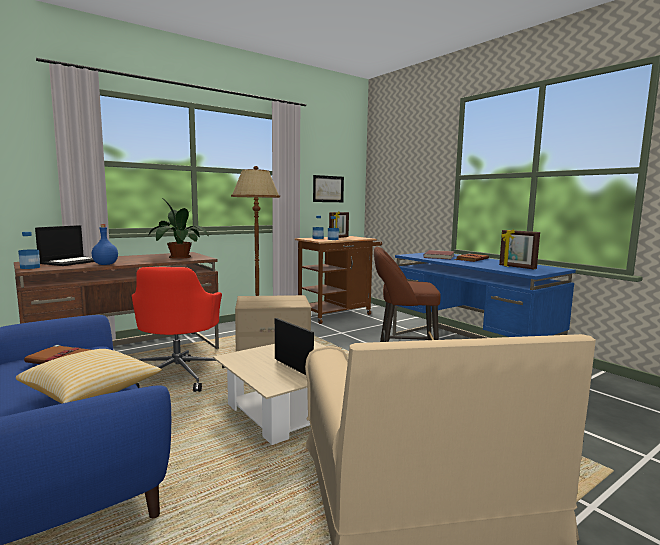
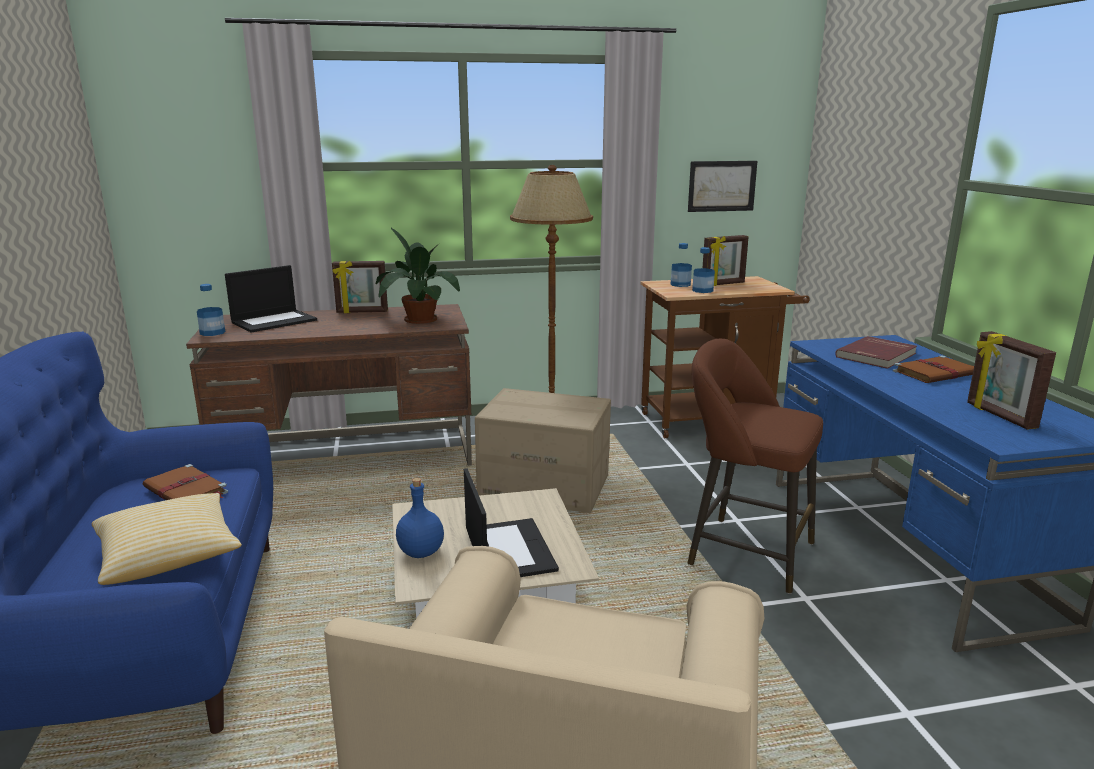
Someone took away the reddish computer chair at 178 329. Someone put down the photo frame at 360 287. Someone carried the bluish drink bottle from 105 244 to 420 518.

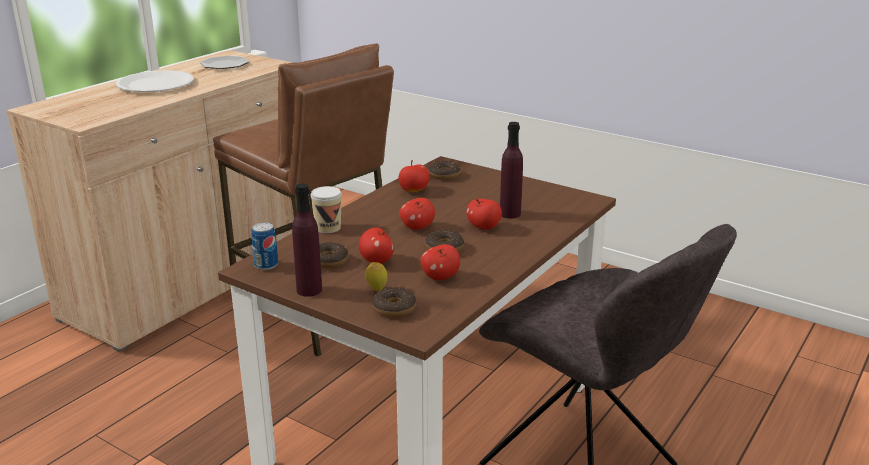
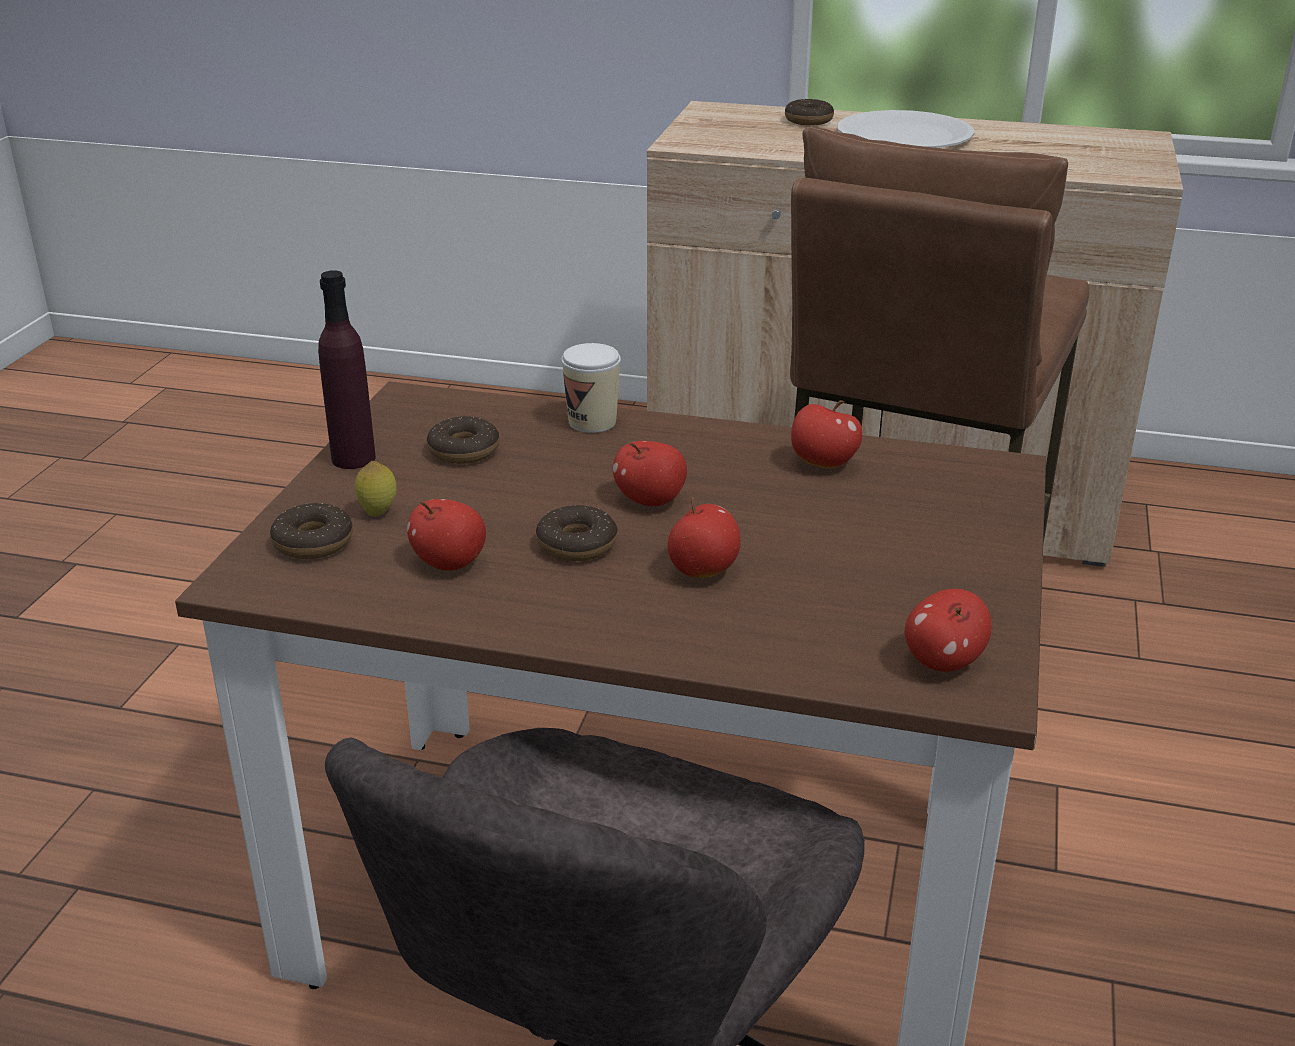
Someone took away the plate at 224 62. Someone took away the metal can at 264 246. Someone took away the purplish drink bottle at 511 170. Someone carried the whole apple from 376 245 to 948 630. Someone carried the ring doughnut from 444 170 to 809 112.

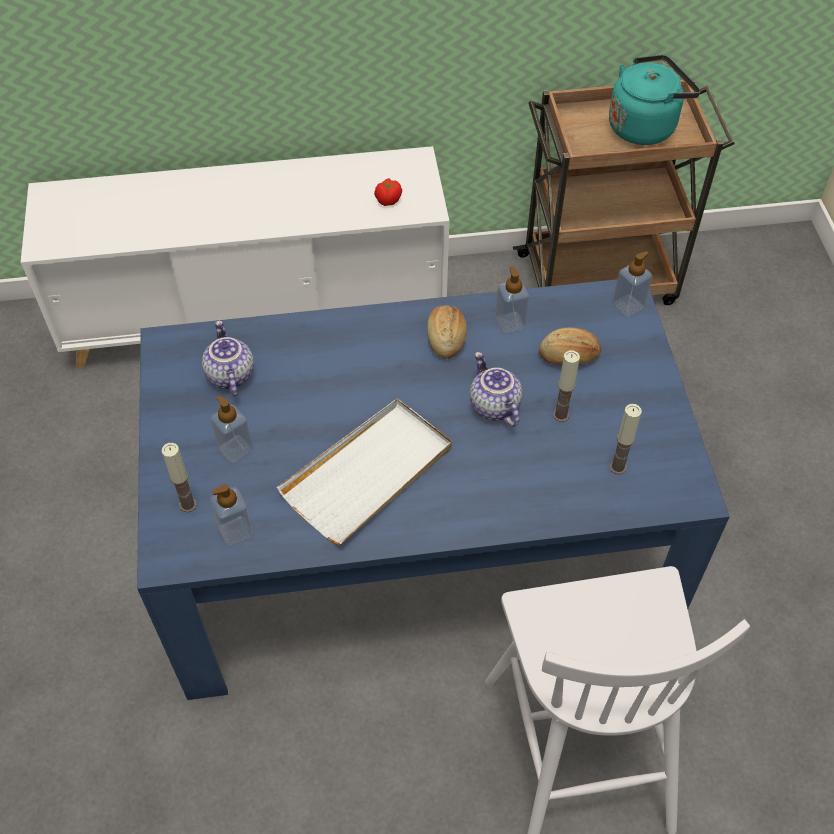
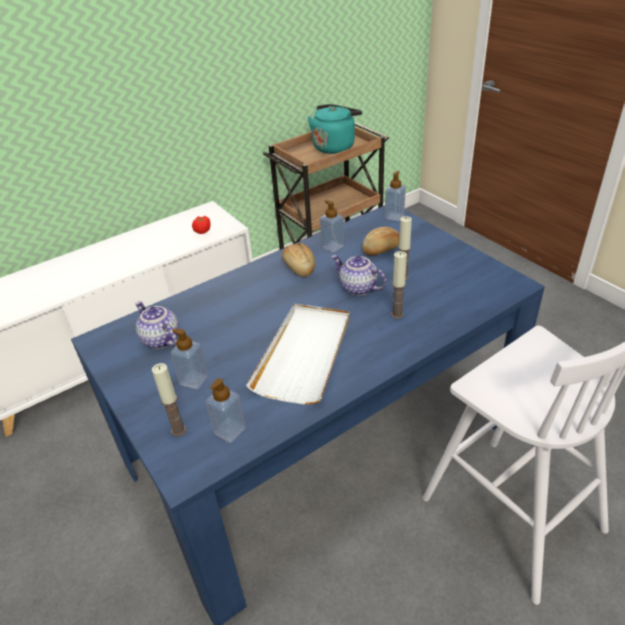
Someone carried the wax candle from 626 439 to 399 285.

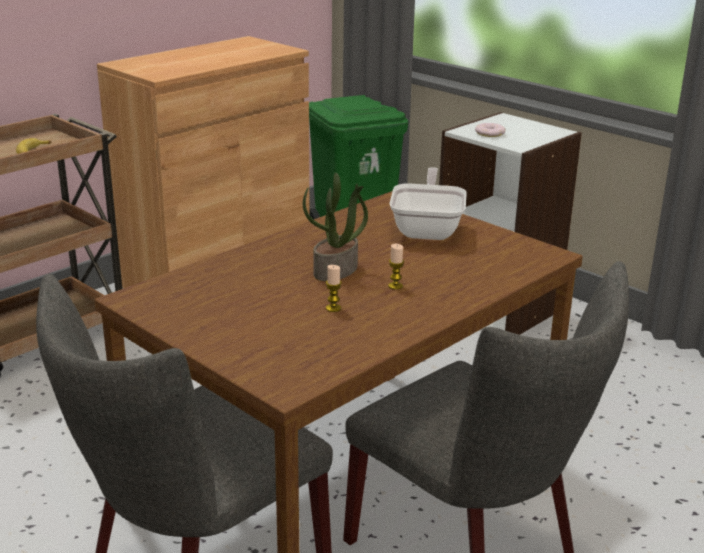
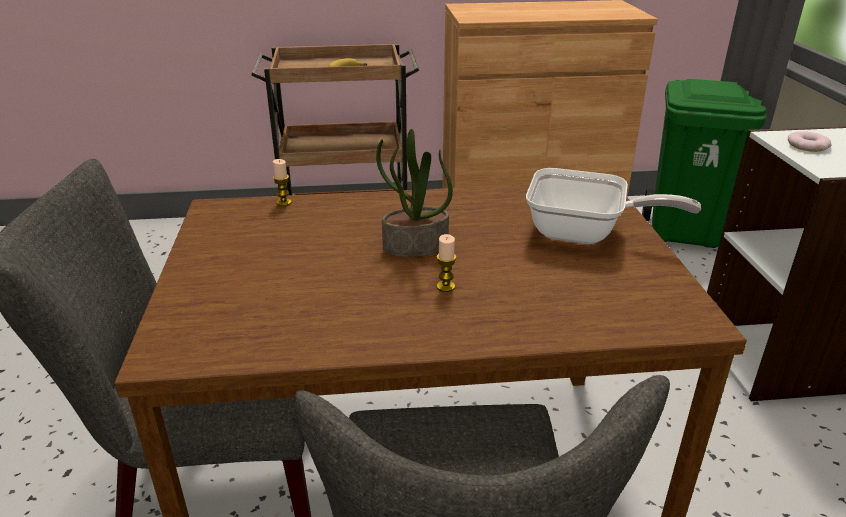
Someone carried the wax candle from 334 288 to 282 182. Someone rotated the skillet at 428 203 by 60 degrees clockwise.

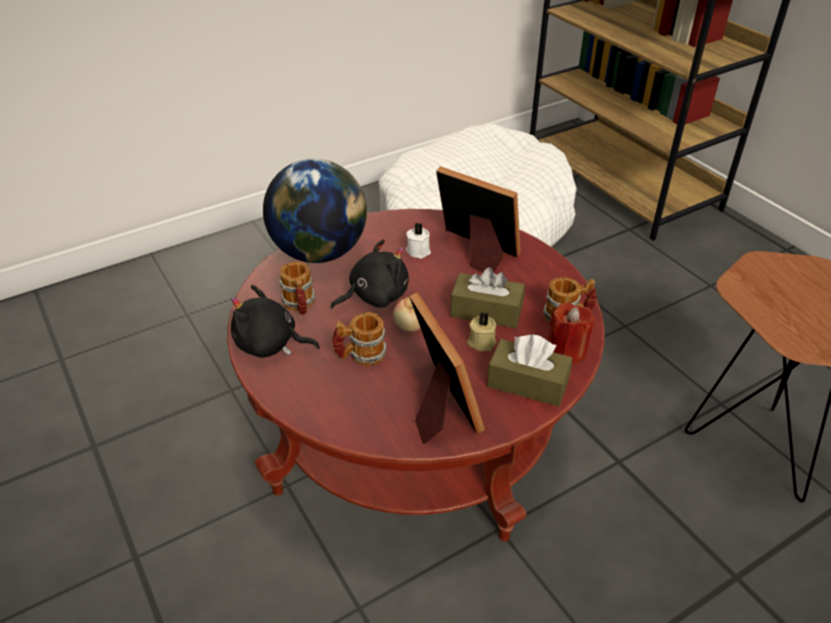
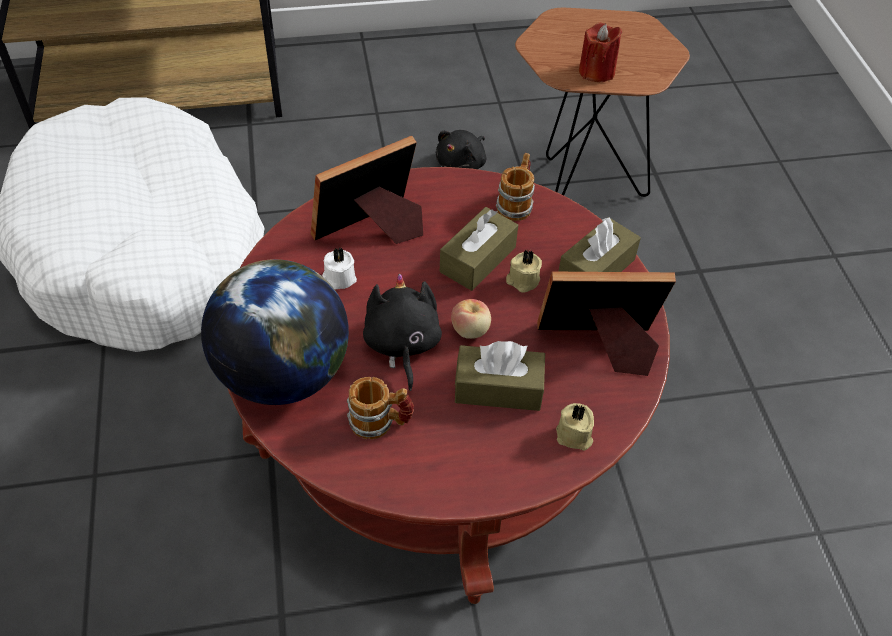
Someone put down the sand-coloured wax candle at 575 426. Someone carried the blackish cuddly toy from 275 321 to 461 149. Someone carried the reddish wax candle from 571 333 to 600 52. Someone swapped the coffee mug at 359 339 for the brown-coloured box of tissues at 499 376.

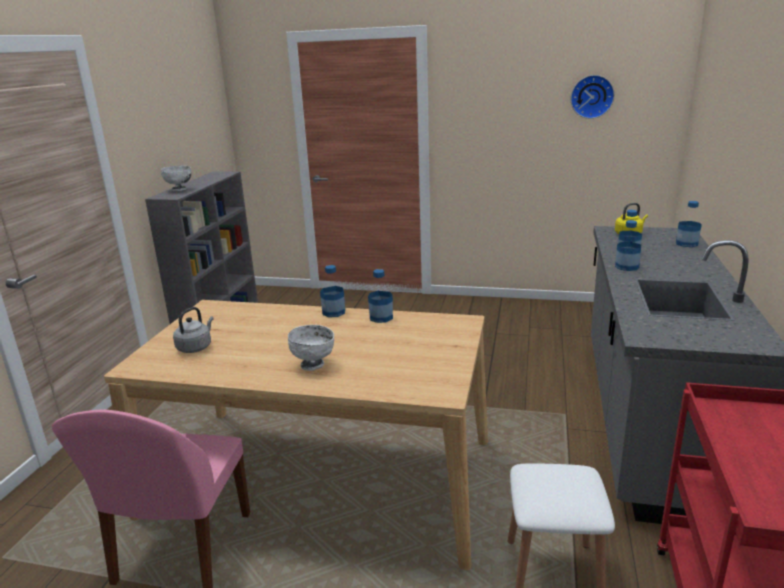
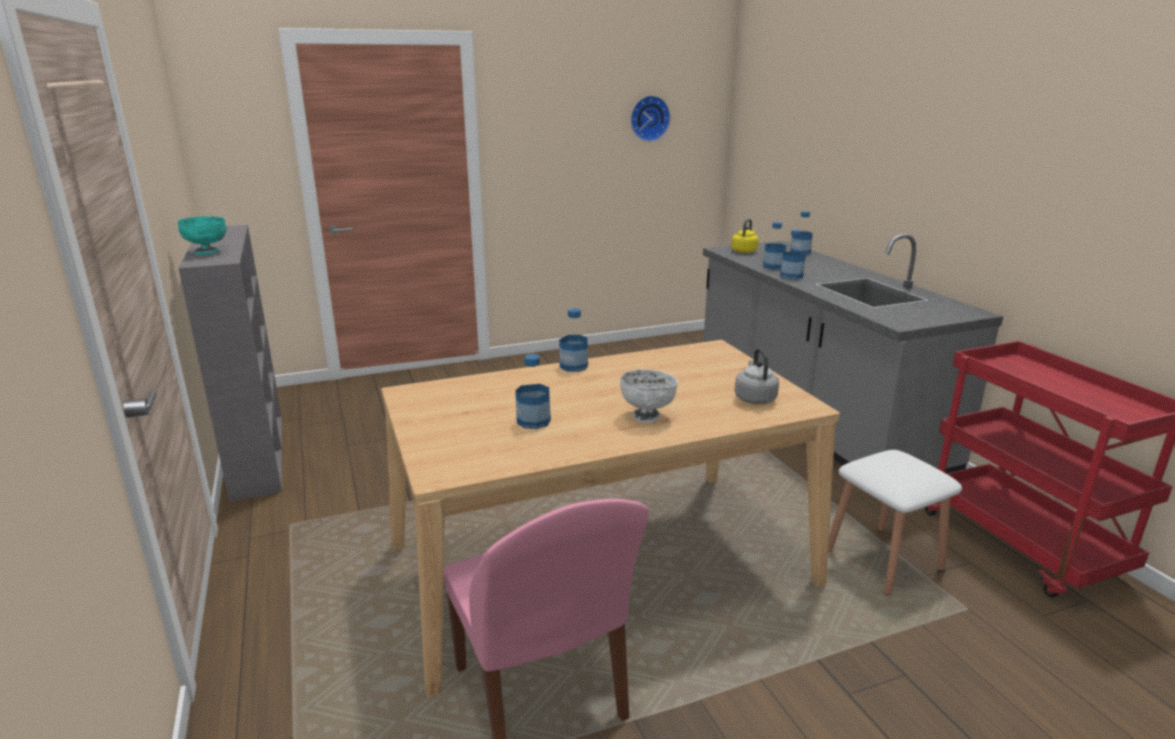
Someone carried the grey water kettle from 193 330 to 757 376. Someone carried the drink bottle from 380 296 to 533 391. Someone repainted the white serving bowl at 176 178, which became the turquoise serving bowl at 201 235.

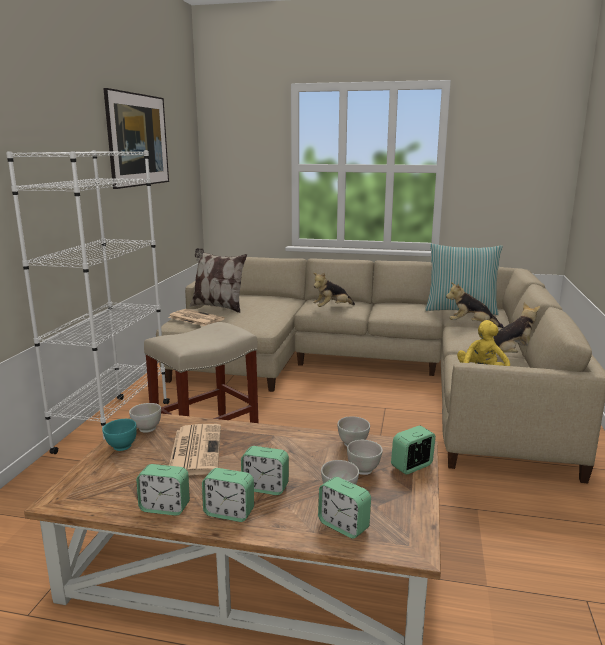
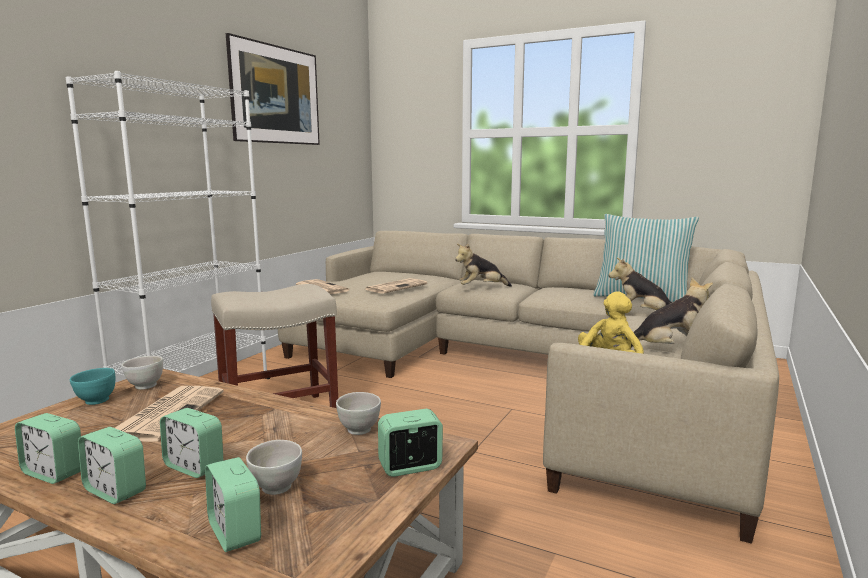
Someone took away the throw pillow at 218 280. Someone took away the white serving bowl at 365 457. Someone put down the daily paper at 395 285.

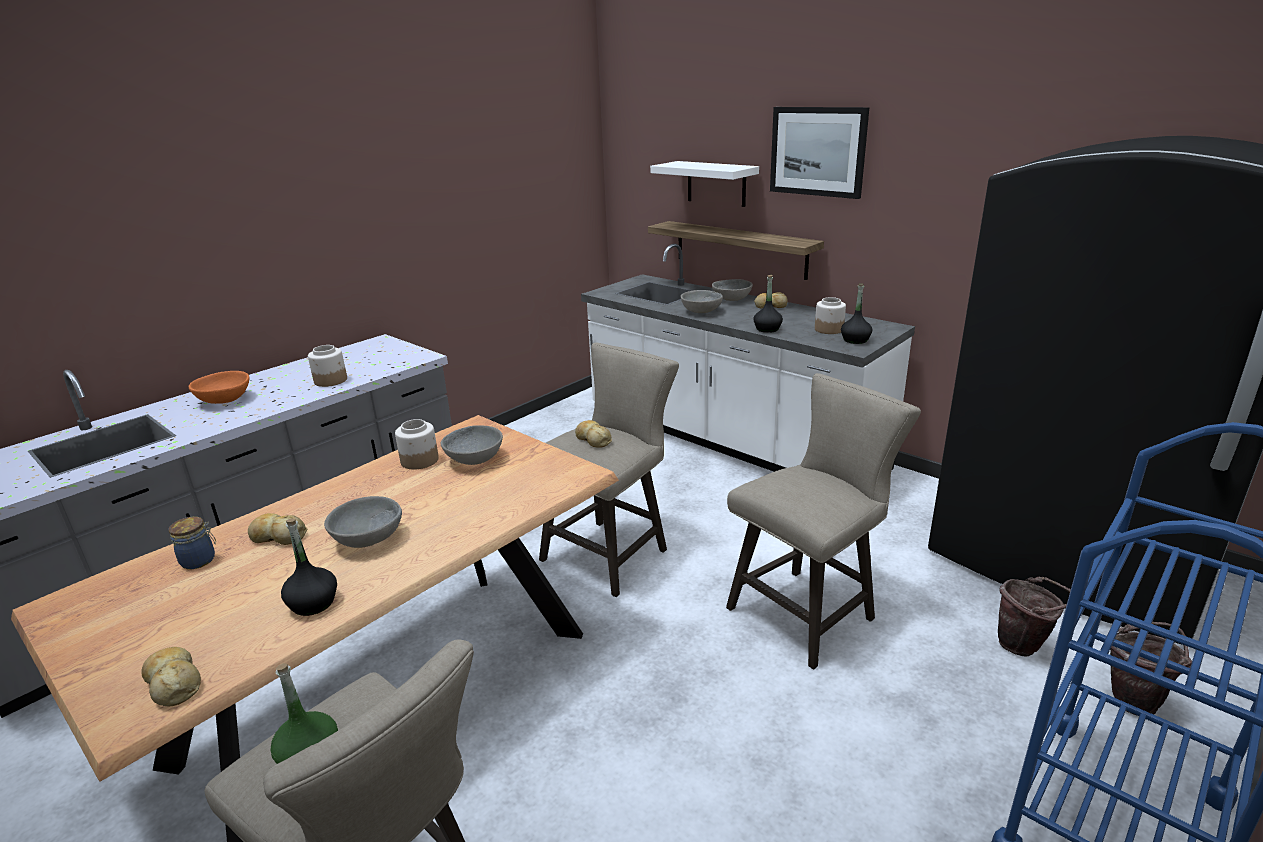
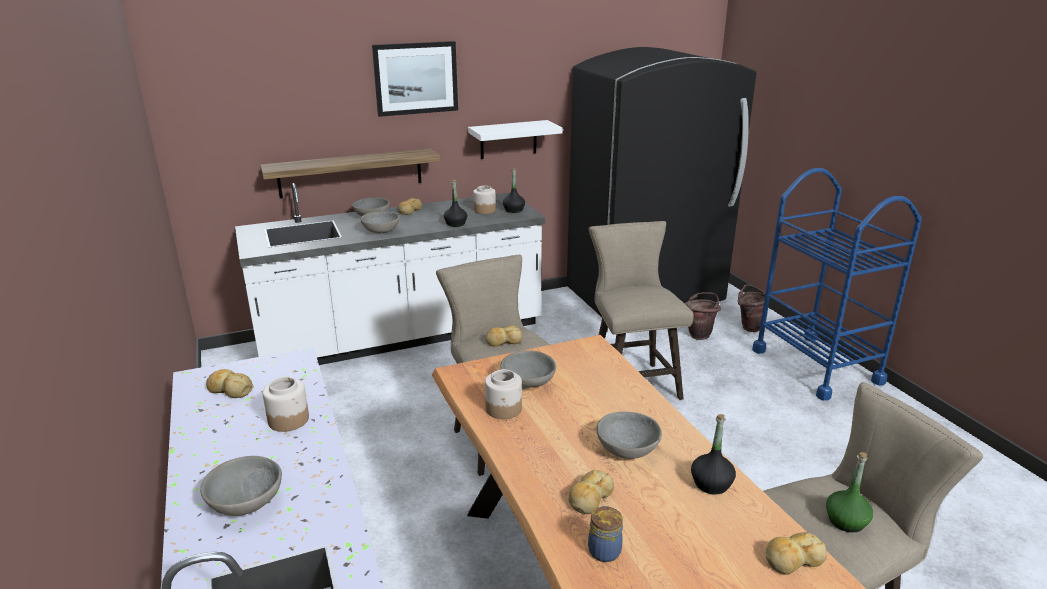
Someone put down the baked bread at 230 383. Someone carried the white bracket shelf from 704 184 to 515 139. Someone repainted the orange serving bowl at 219 387, which became the grey serving bowl at 241 486.

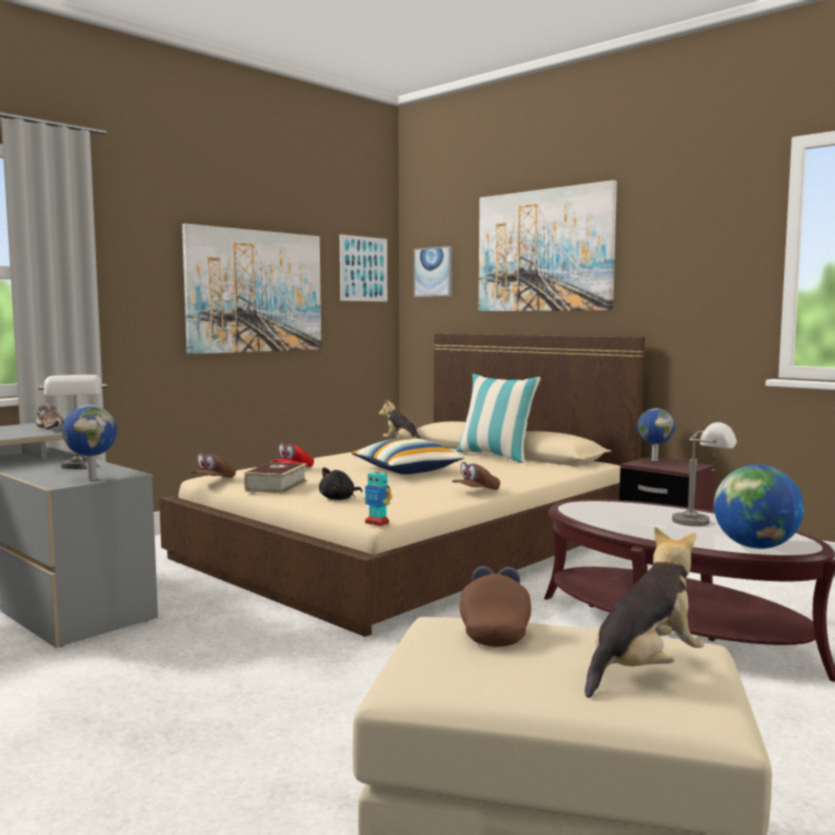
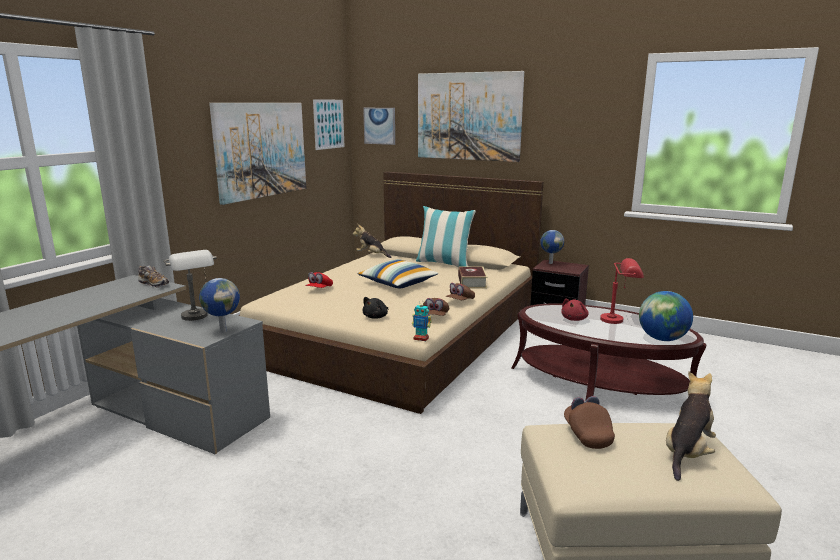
Someone put down the reddish cuddly toy at 575 310. Someone carried the brown-coloured peaked cap from 213 465 to 436 307. Someone carried the book from 275 478 to 473 277. Someone repainted the grey table lamp at 704 474, which became the reddish table lamp at 622 291.

